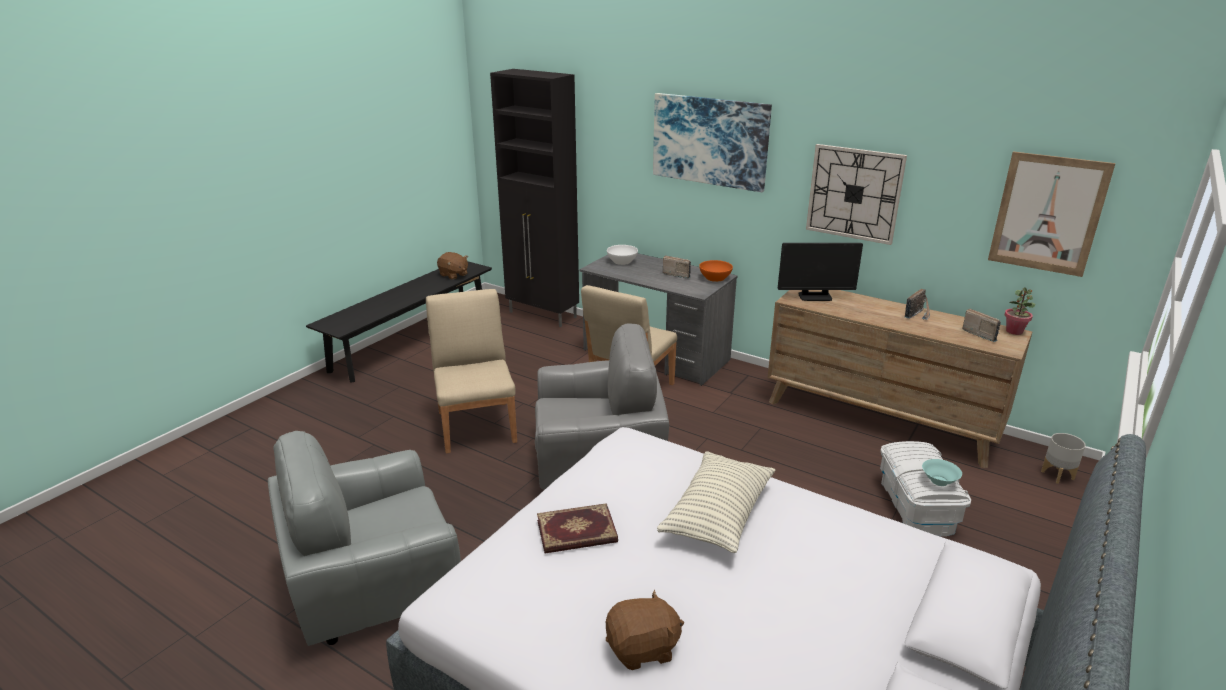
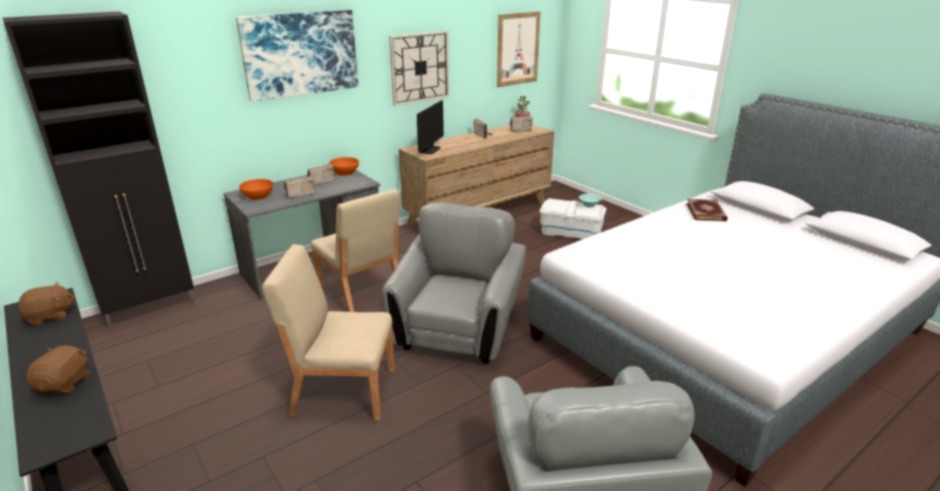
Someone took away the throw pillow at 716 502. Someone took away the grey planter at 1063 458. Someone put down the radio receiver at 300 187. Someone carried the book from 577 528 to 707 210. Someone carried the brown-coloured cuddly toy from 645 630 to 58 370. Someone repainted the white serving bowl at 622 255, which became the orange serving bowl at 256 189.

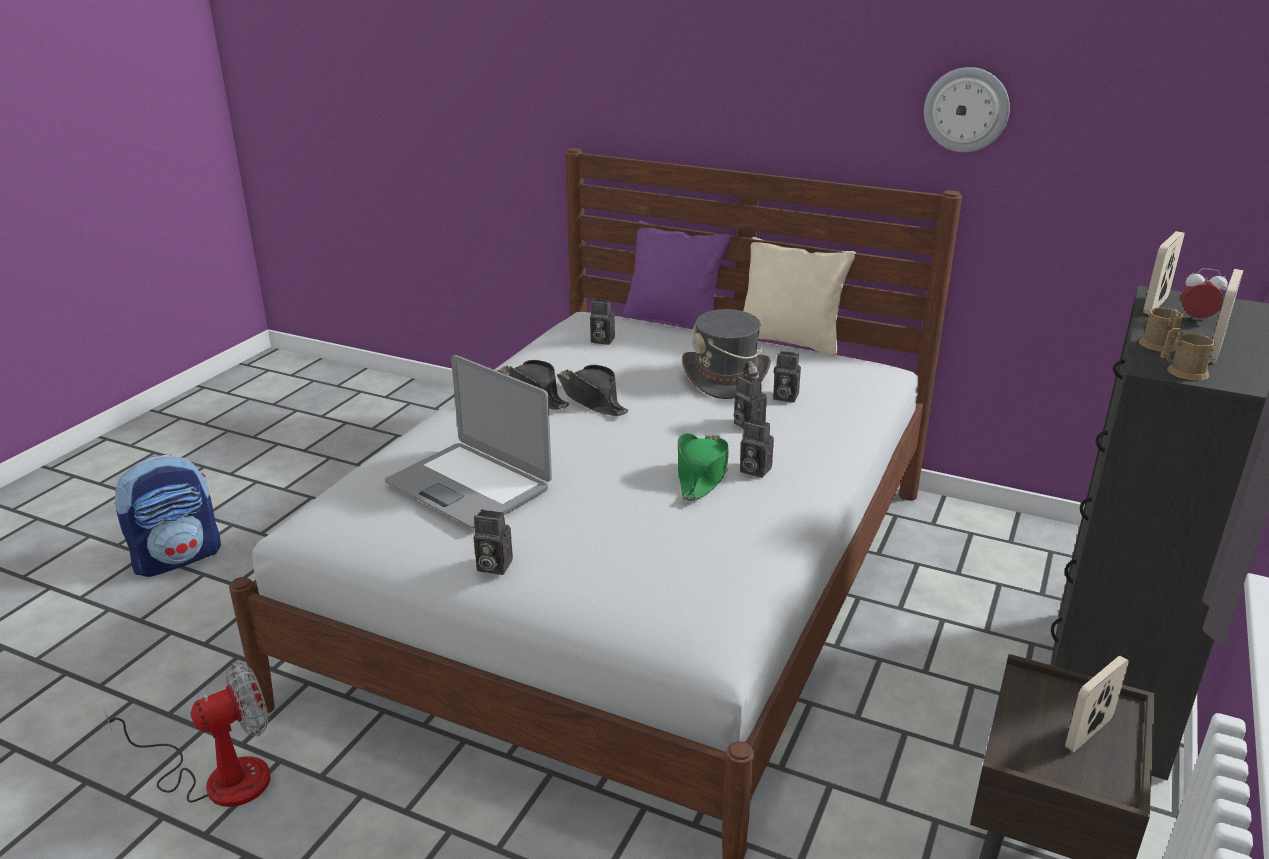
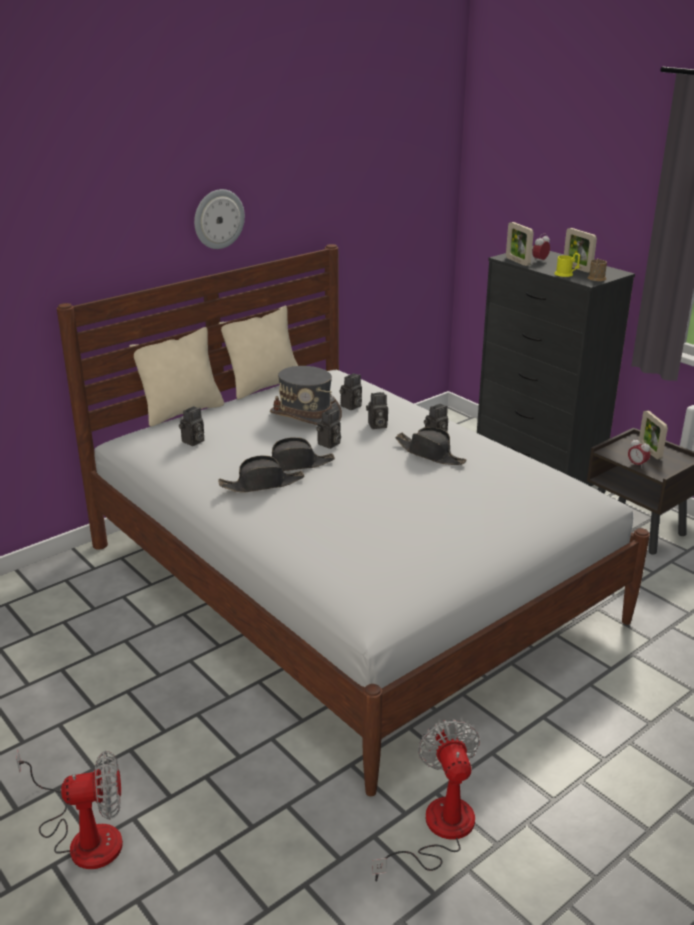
Someone took away the laptop at 468 442. Someone put down the bedside clock at 639 453. Someone carried the still camera from 493 542 to 328 428. Someone carried the hanging clock from 967 109 to 219 219. Someone swapped the knapsack at 168 516 for the electric fan at 69 809. Someone repainted the purplish throw pillow at 677 274, which became the sand-coloured throw pillow at 176 377. Someone repainted the greenish wearable hat at 703 467, which became the blackish wearable hat at 431 446. Someone repainted the brown-coloured coffee mug at 1161 330, which became the yellowish coffee mug at 567 265.

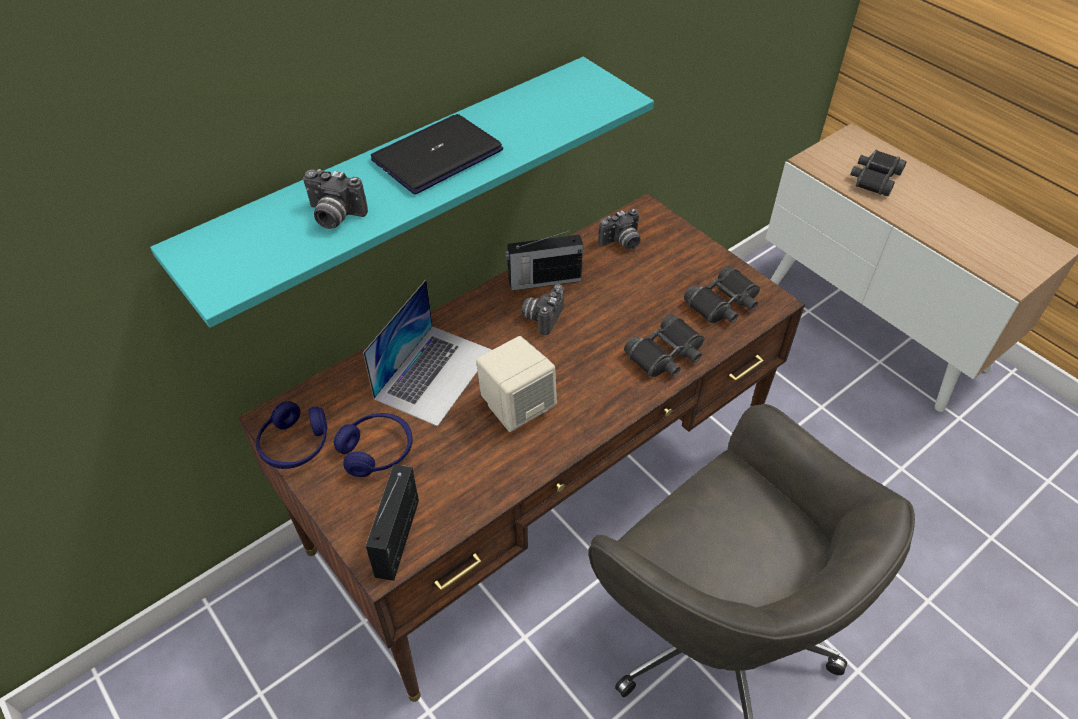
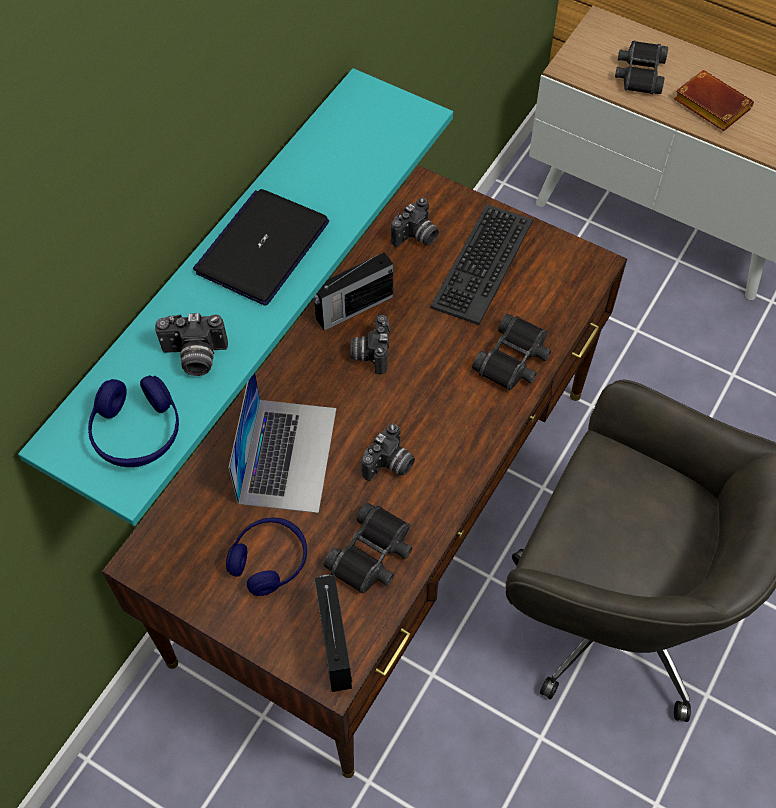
Someone put down the PC keyboard at 481 264. Someone put down the brown-coloured book at 714 100. Someone carried the bluish pair of headphones from 291 435 to 133 421. Someone carried the blackish field glasses from 722 294 to 368 548. Someone swapped the sand-coloured loudspeaker at 516 384 for the still camera at 388 452.

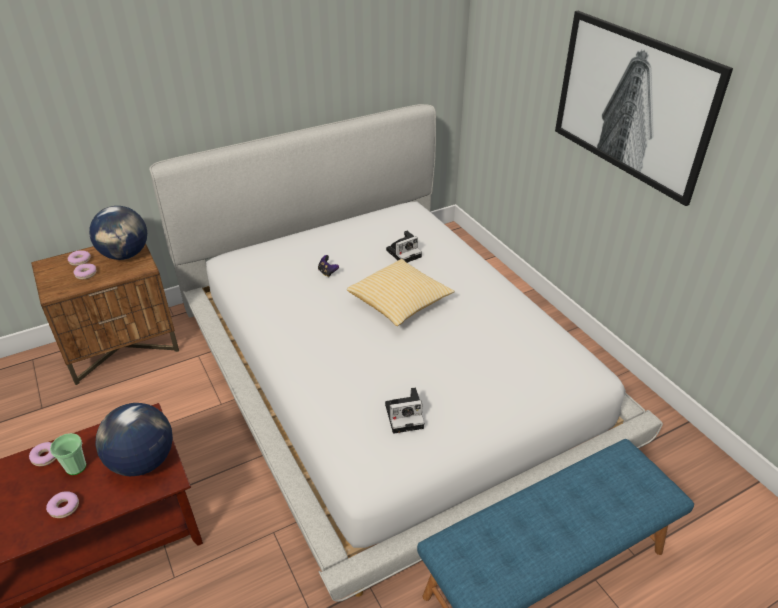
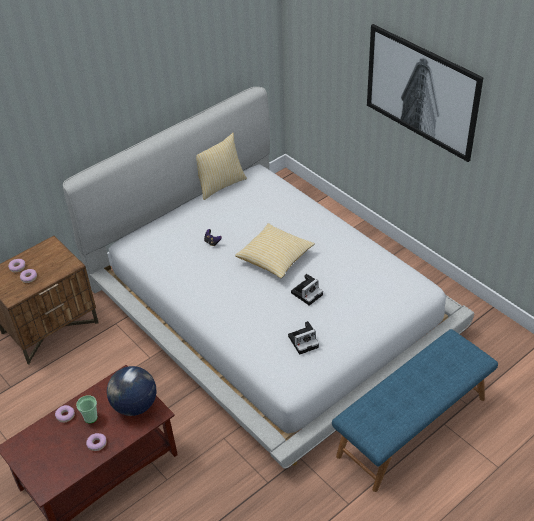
Someone took away the desk globe at 118 233. Someone put down the throw pillow at 221 166. Someone carried the still camera from 404 247 to 307 290.

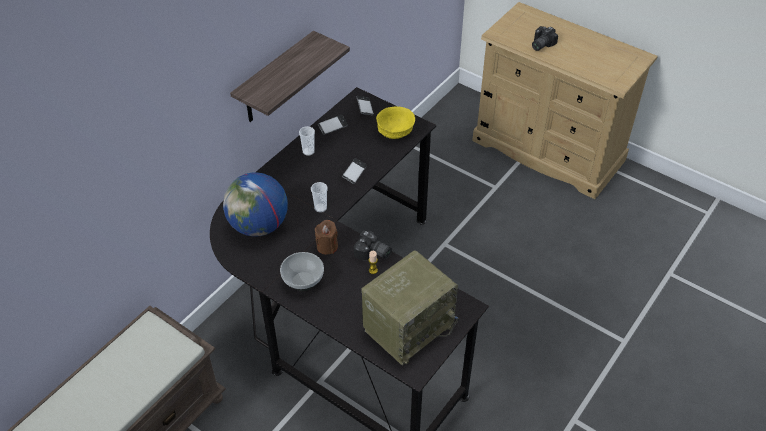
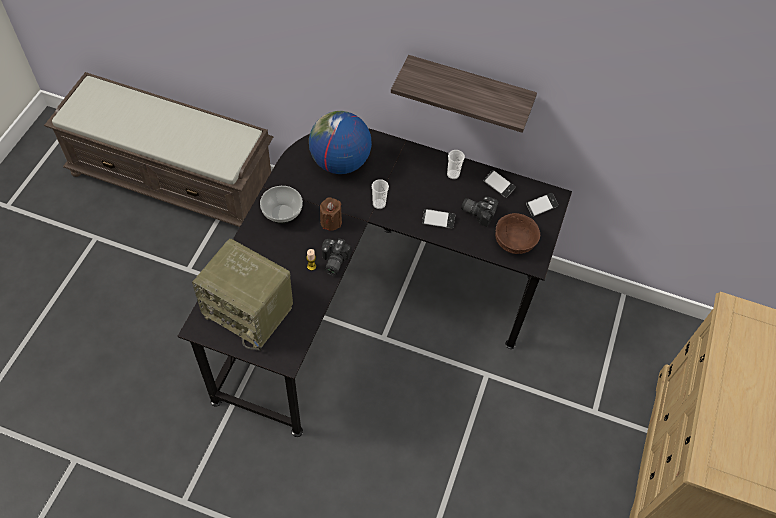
Someone carried the still camera from 545 38 to 479 212. Someone repainted the yellowish serving bowl at 395 122, which became the brown-coloured serving bowl at 517 233.

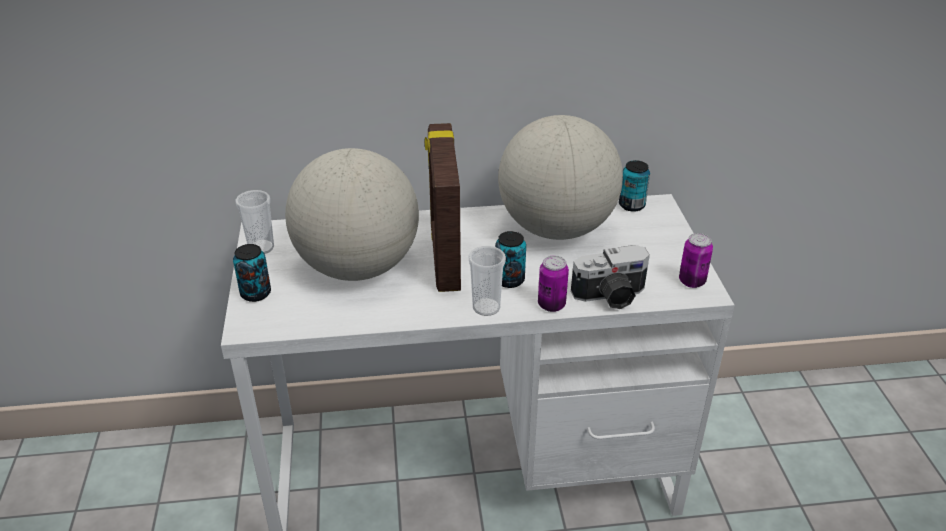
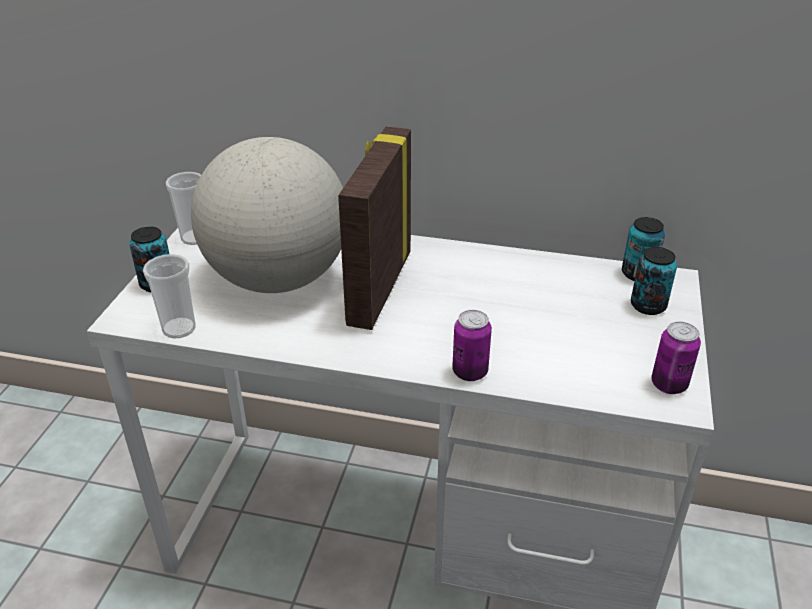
Someone took away the desk globe at 560 177. Someone took away the still camera at 610 277. Someone carried the small cup from 487 281 to 169 296. Someone carried the metal can from 510 259 to 654 281.

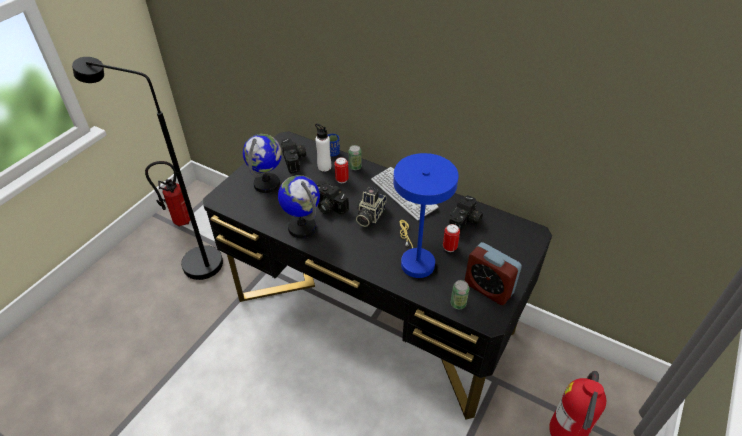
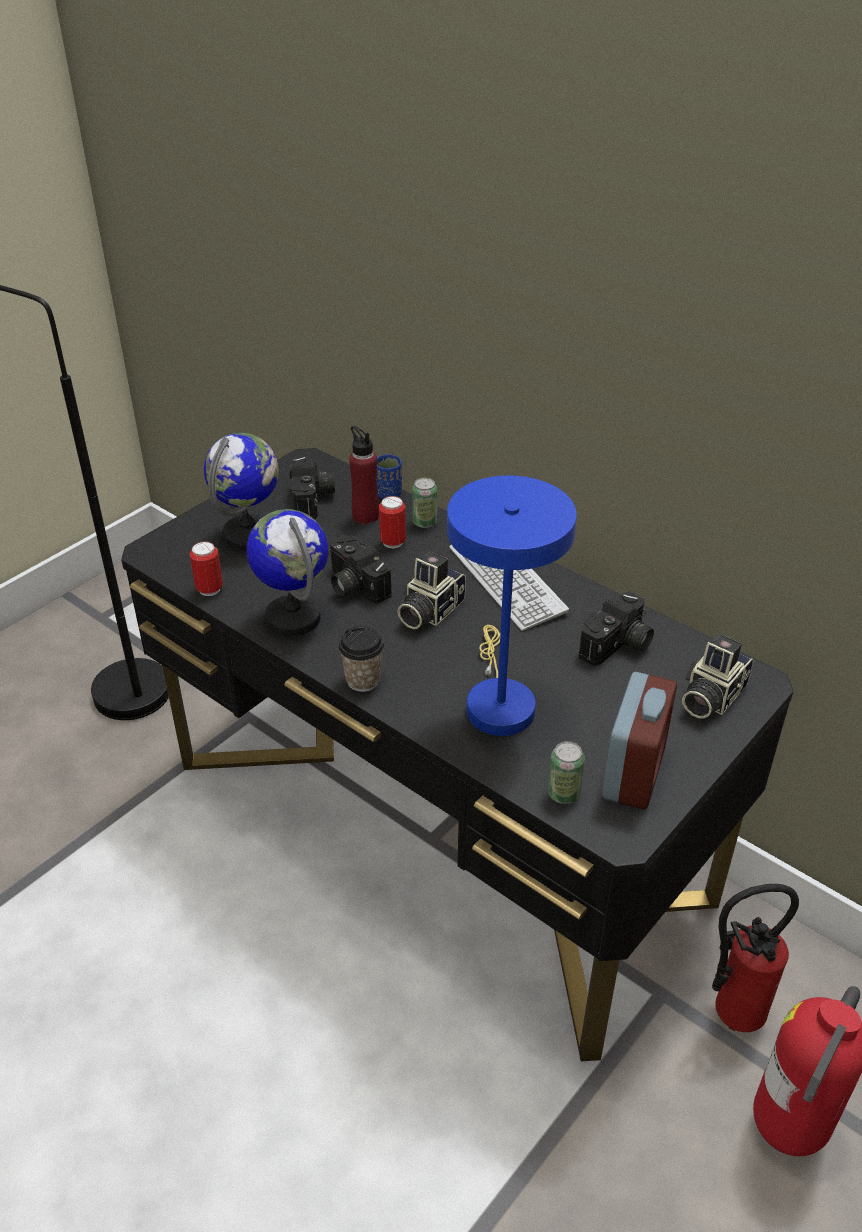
Someone put down the small cup at 361 659. Someone put down the still camera at 718 676. Someone carried the extinguisher from 167 193 to 755 958. Someone carried the metal can from 451 238 to 206 568. Someone repainted the white drink bottle at 323 147, which became the reddish drink bottle at 364 475. Someone rotated the bedside clock at 493 273 by 120 degrees counterclockwise.

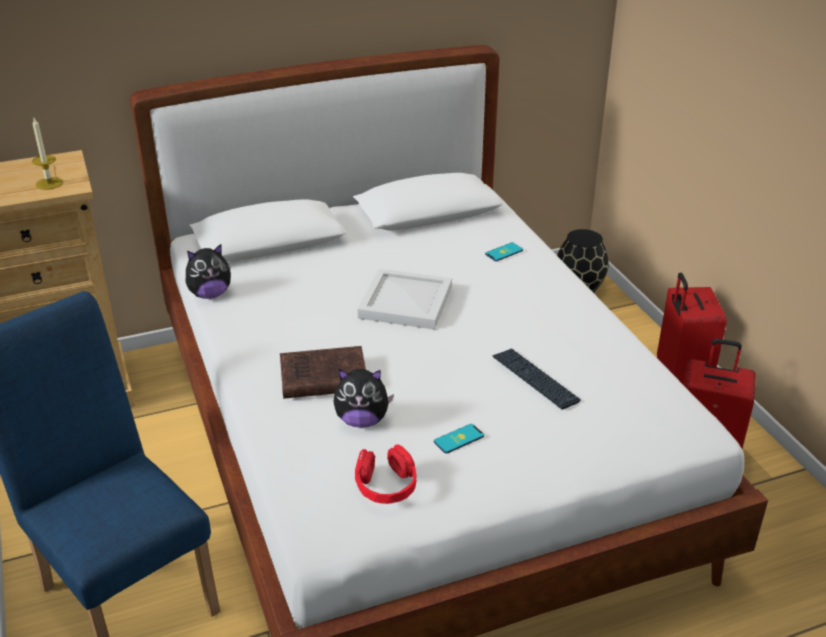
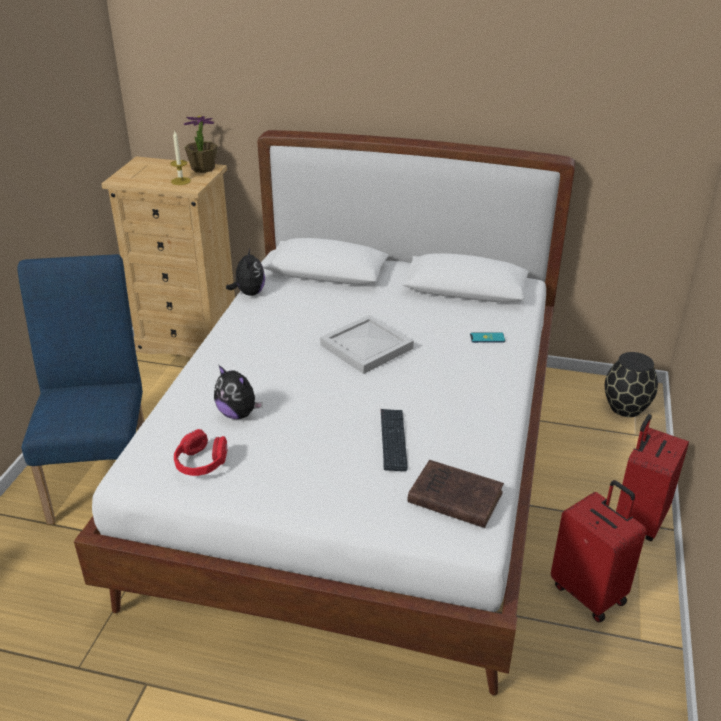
Someone took away the telephone at 459 439. Someone put down the potted plant at 200 144. Someone carried the brown-coloured book from 323 372 to 456 494. Someone rotated the cuddly toy at 208 271 by 105 degrees counterclockwise.

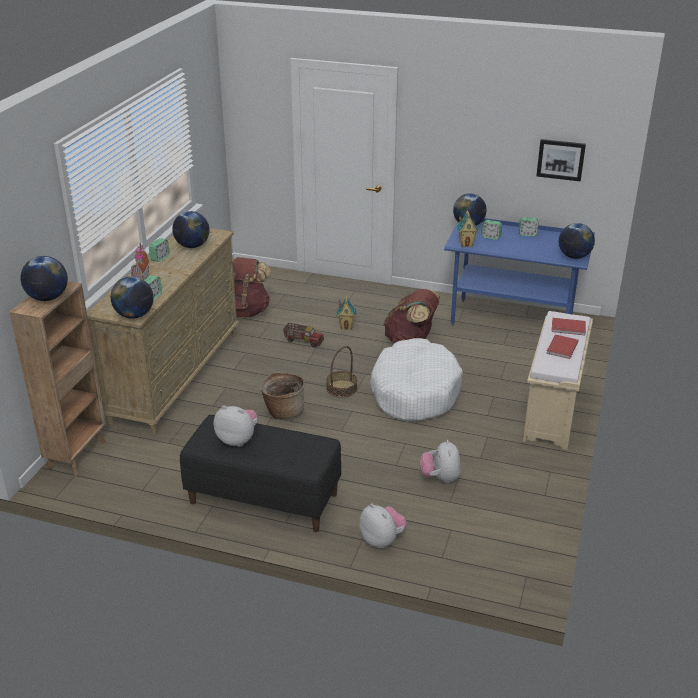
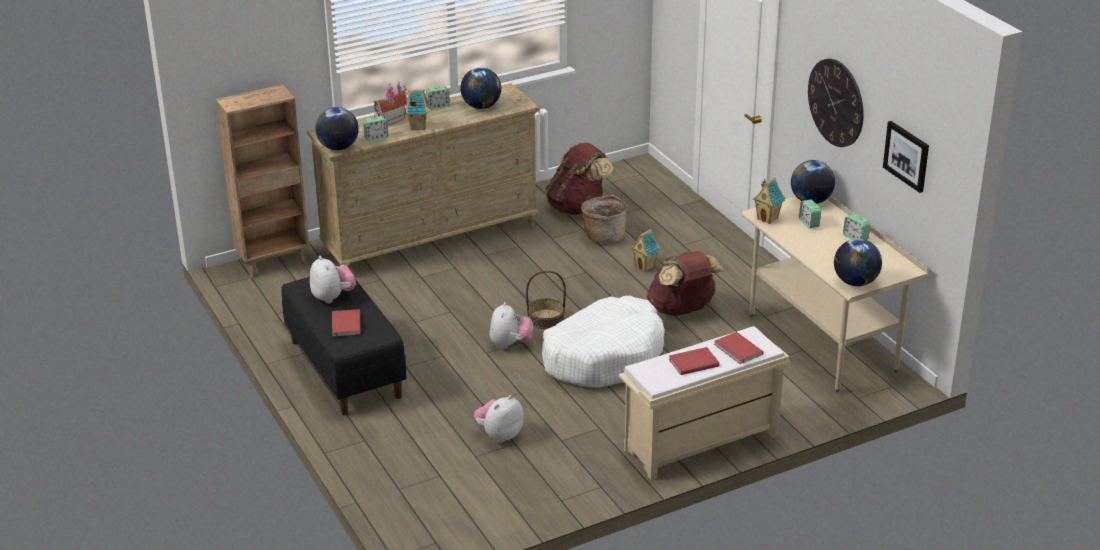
Someone took away the desk globe at 44 278. Someone took away the toy truck at 303 335. Someone put down the reddish book at 346 323. Someone put down the miniature house at 417 110. Someone put up the hanging clock at 836 103. Someone carried the basket from 282 395 to 604 219. Someone carried the cuddly toy from 383 525 to 511 325. Someone repainted the bluish desk table at 519 272, which became the sand-coloured desk table at 834 294.

